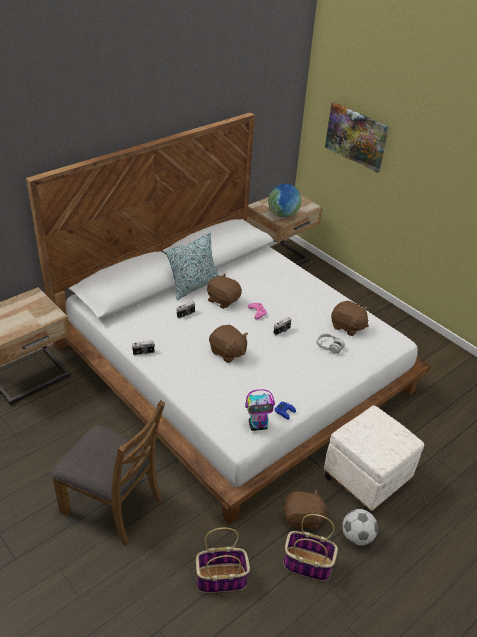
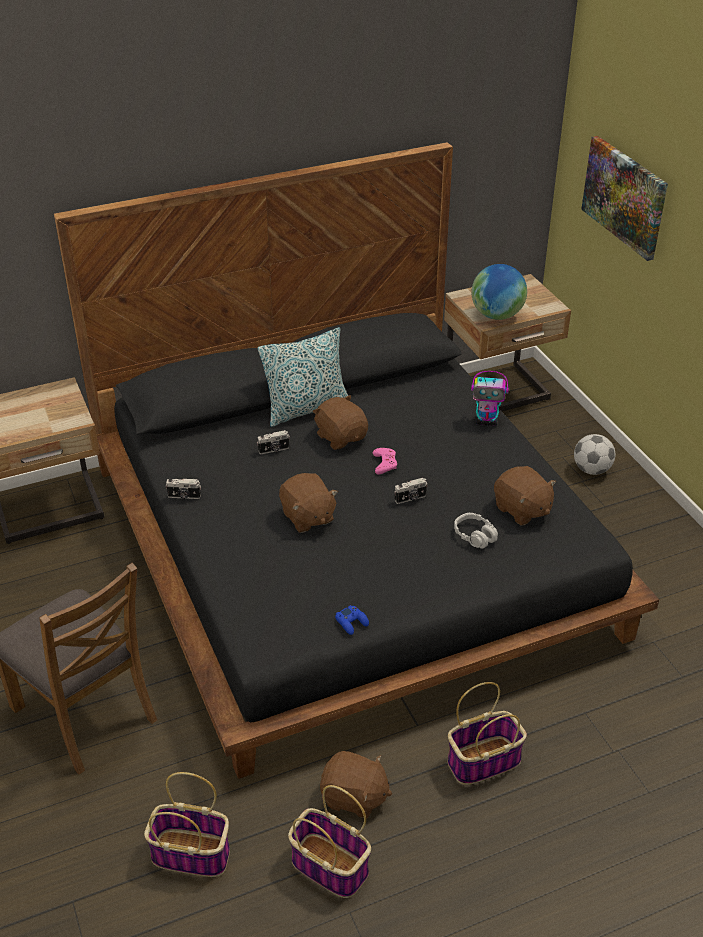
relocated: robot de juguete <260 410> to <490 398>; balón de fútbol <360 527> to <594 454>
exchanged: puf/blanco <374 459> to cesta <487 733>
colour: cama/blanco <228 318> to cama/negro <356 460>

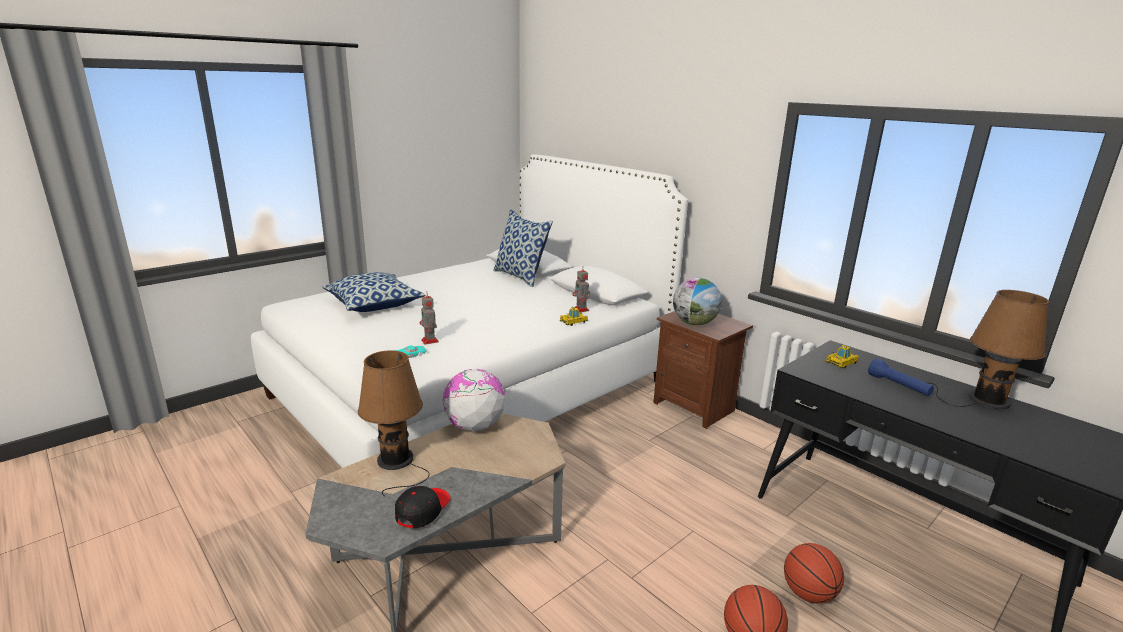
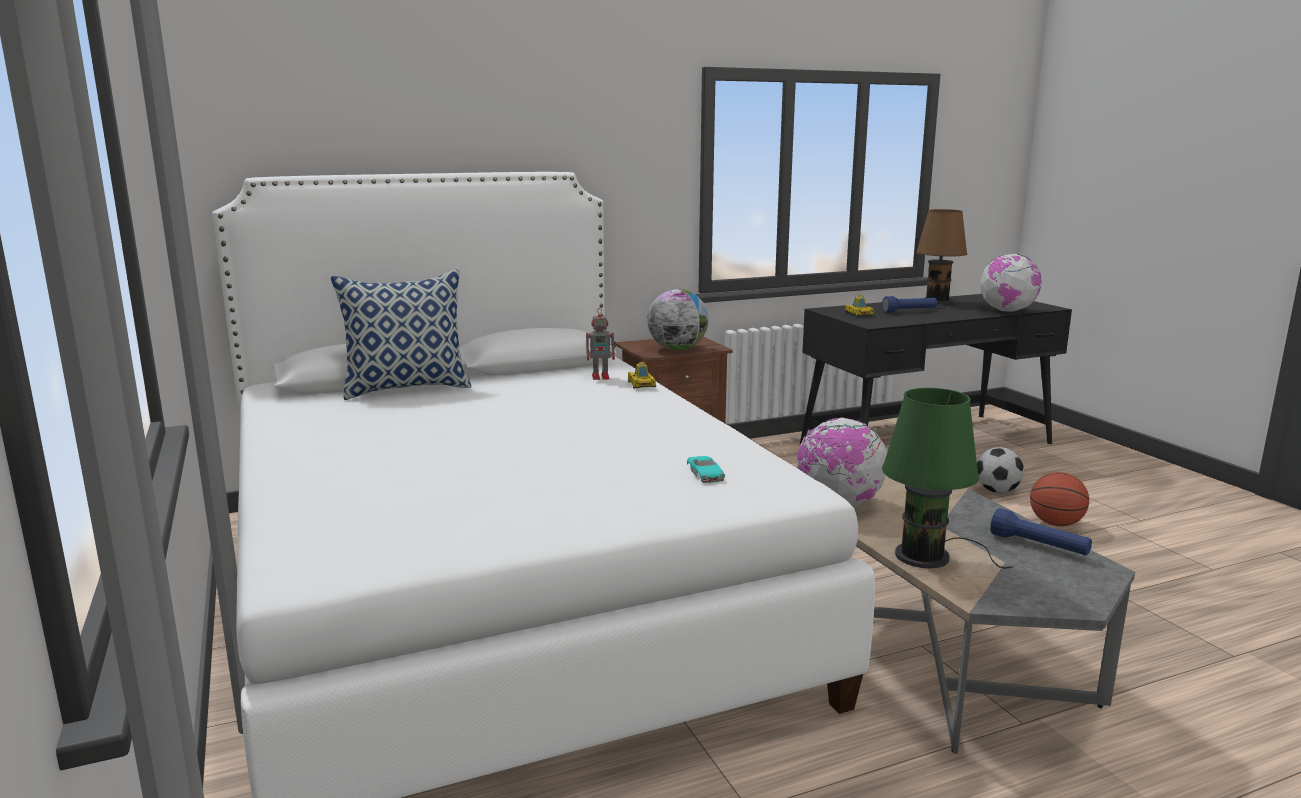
missing: cojín <373 292>; robot de juguete <429 318>
appeared: globo terráqueo <1011 283>
exchanged: gorra/negro <422 507> to linterna/azul <1041 531>; balón de baloncesto <814 573> to balón de fútbol <1000 470>
colour: lámpara de mesa/marrón <394 423> to lámpara de mesa/verde <947 478>

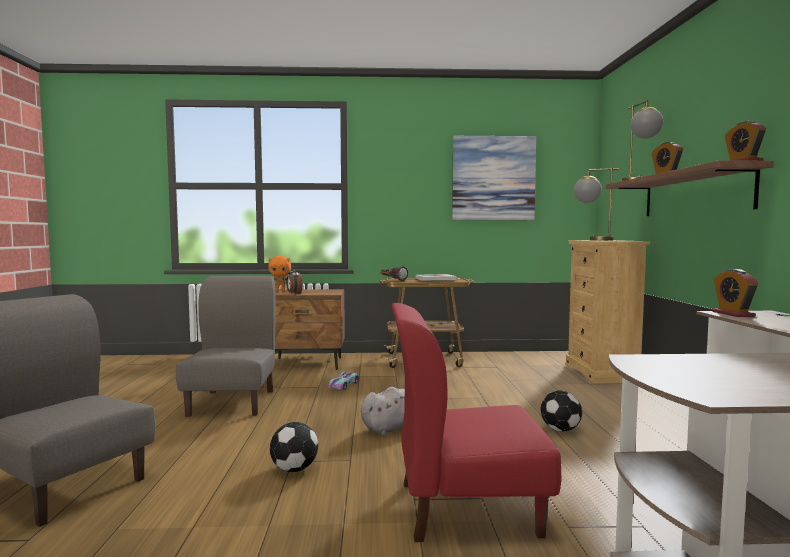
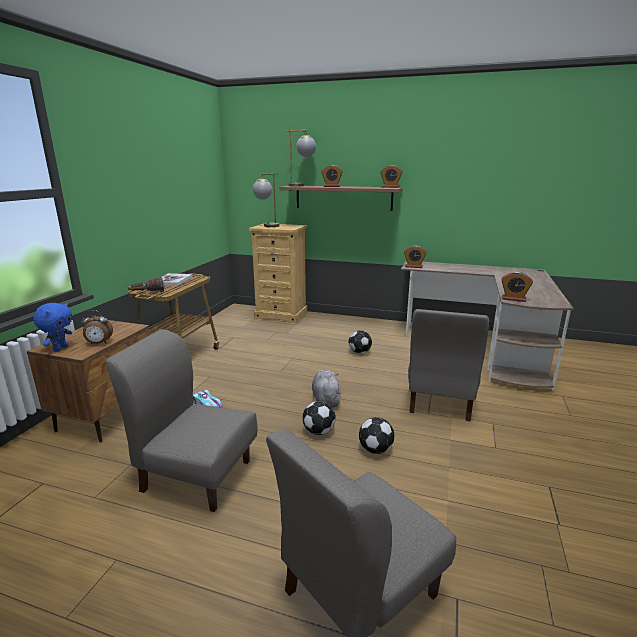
missing: cuadro <494 178>
appeared: balón de fútbol <319 418>; despertador <517 287>
colour: peluche/naranja <279 274> to peluche/azul <53 327>; silla/rojo <476 422> to silla/gris <448 365>

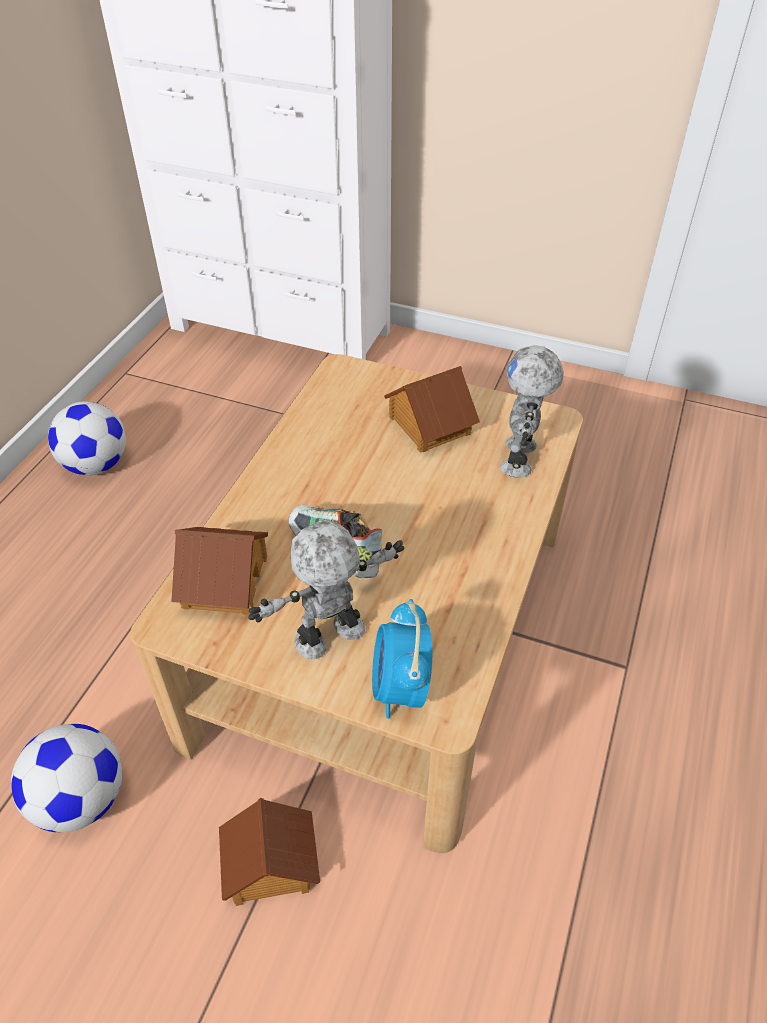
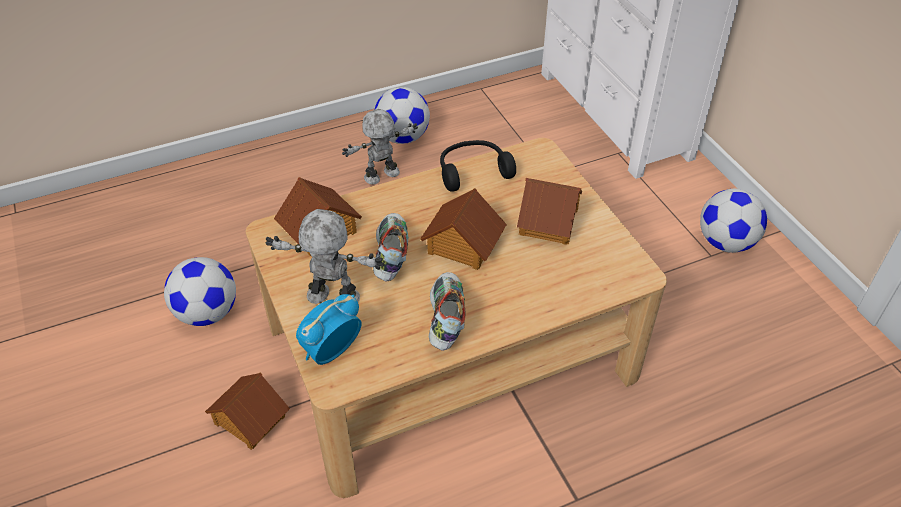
appeared: casita <463 229>; zapato <447 311>; auriculares/negro <478 166>; balón de fútbol <733 221>
relocated: robot de juguete <532 411> to <380 147>

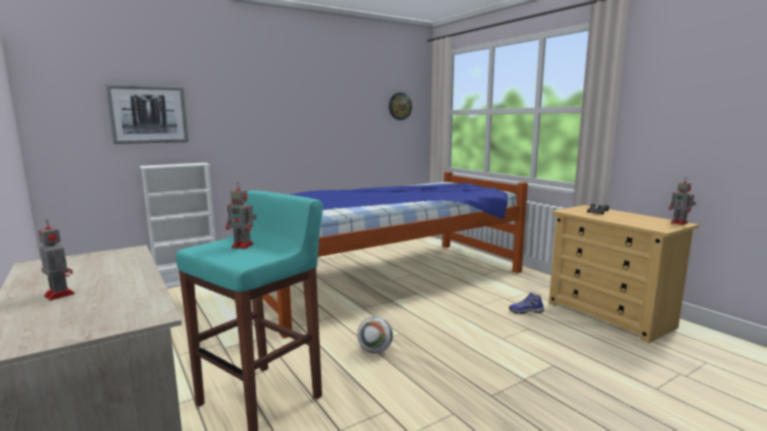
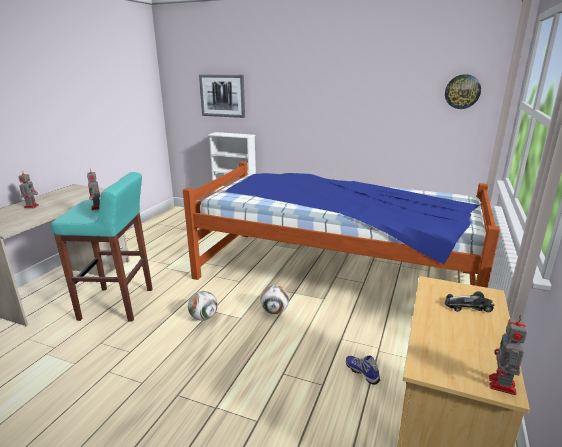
appeared: balón de fútbol <274 299>

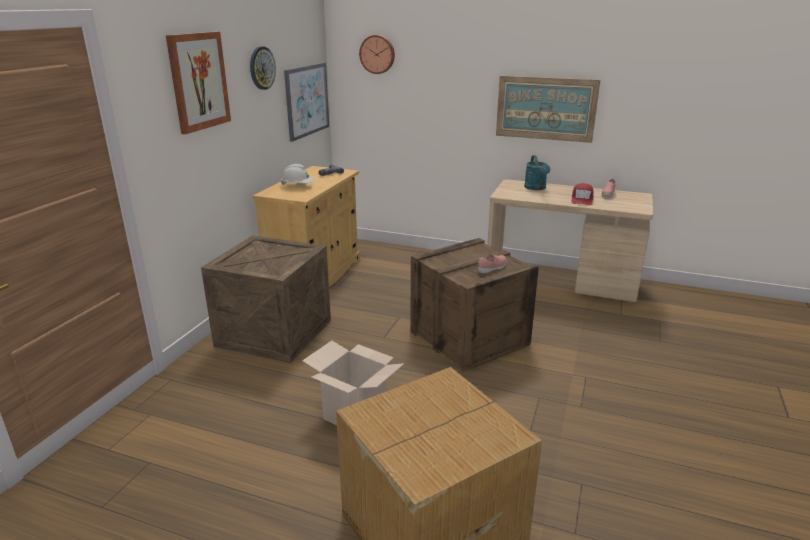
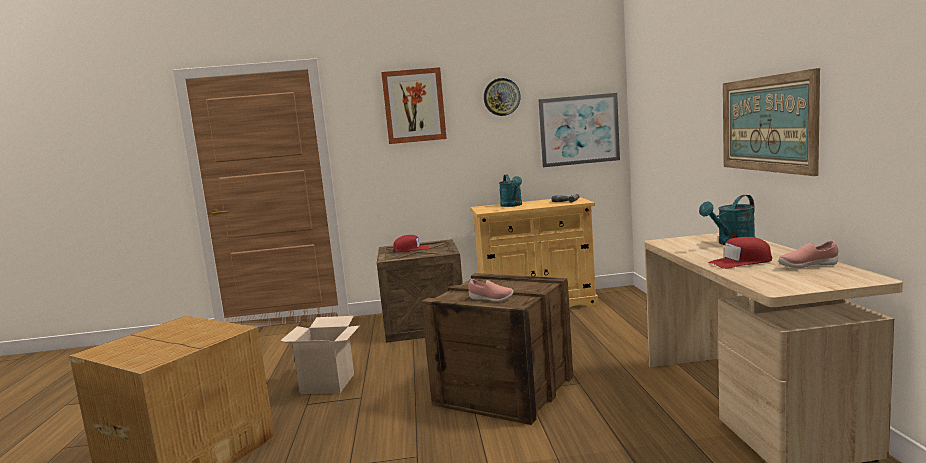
missing: reloj de pared <377 54>
appeared: gorra/rojo <411 243>
exchanged: casco/blanco <297 174> to regadera/turquesa <510 191>

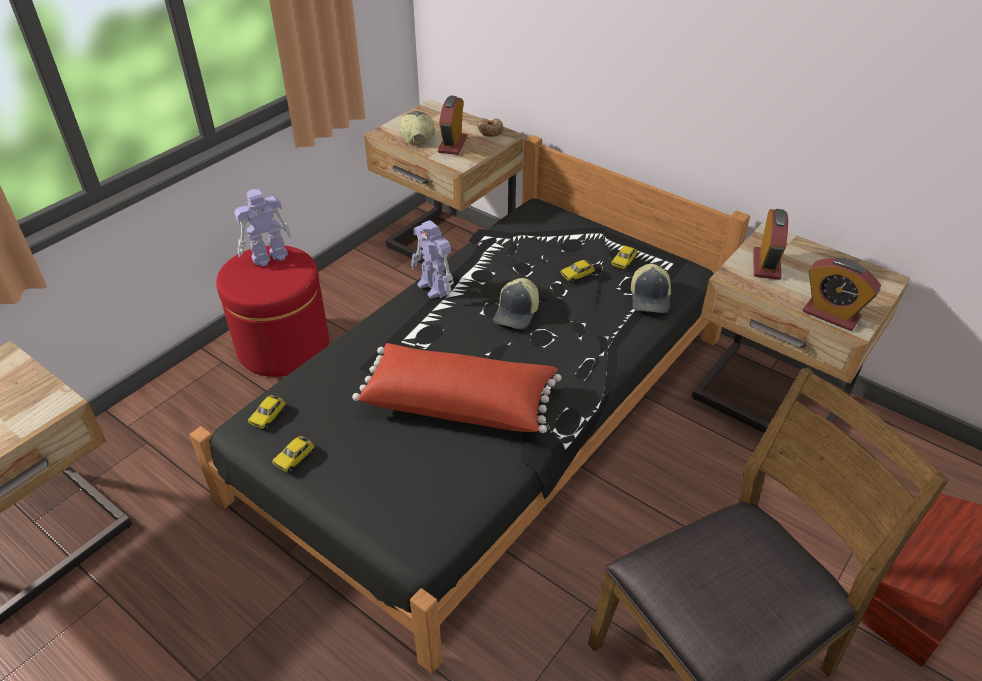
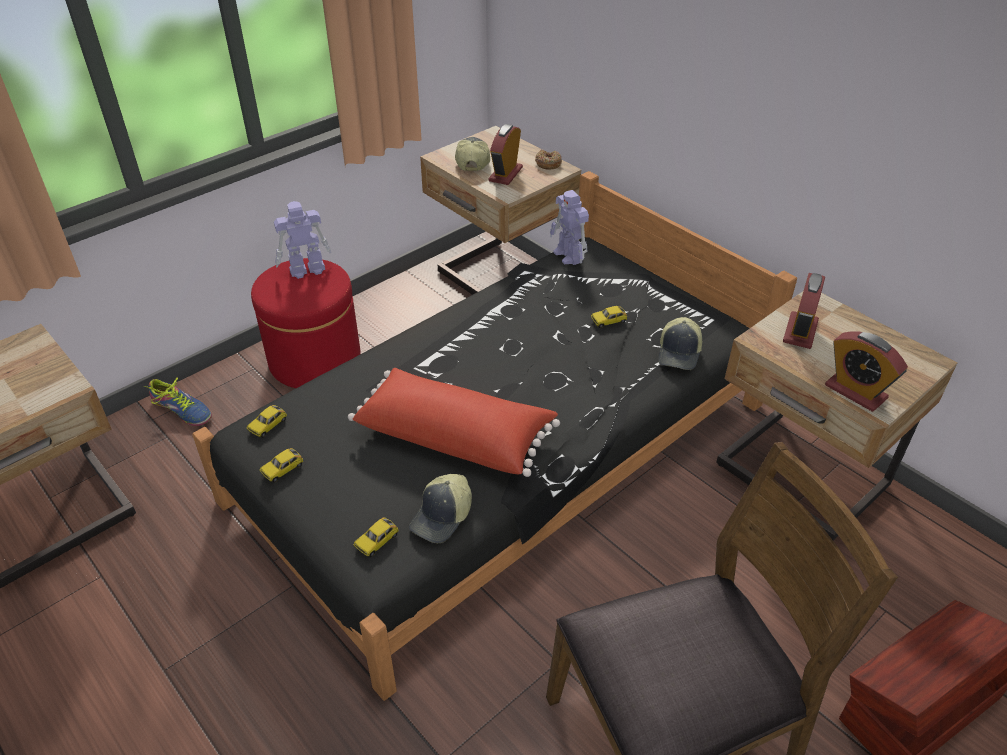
appeared: zapato <178 401>
relocated: robot de juguete <432 259> to <569 227>; gorra <516 303> to <440 508>; coche de juguete <624 258> to <375 537>

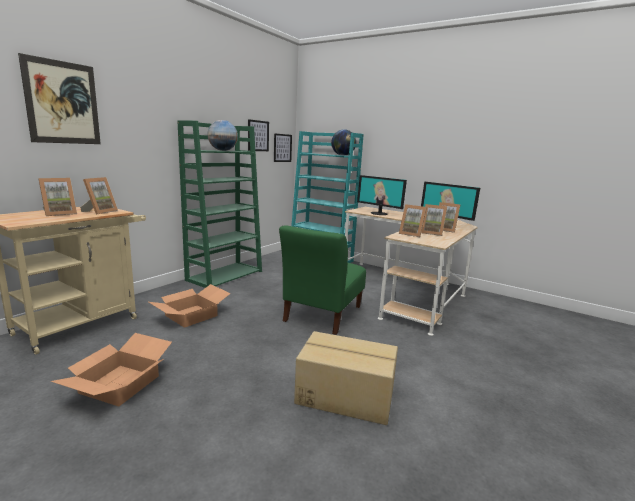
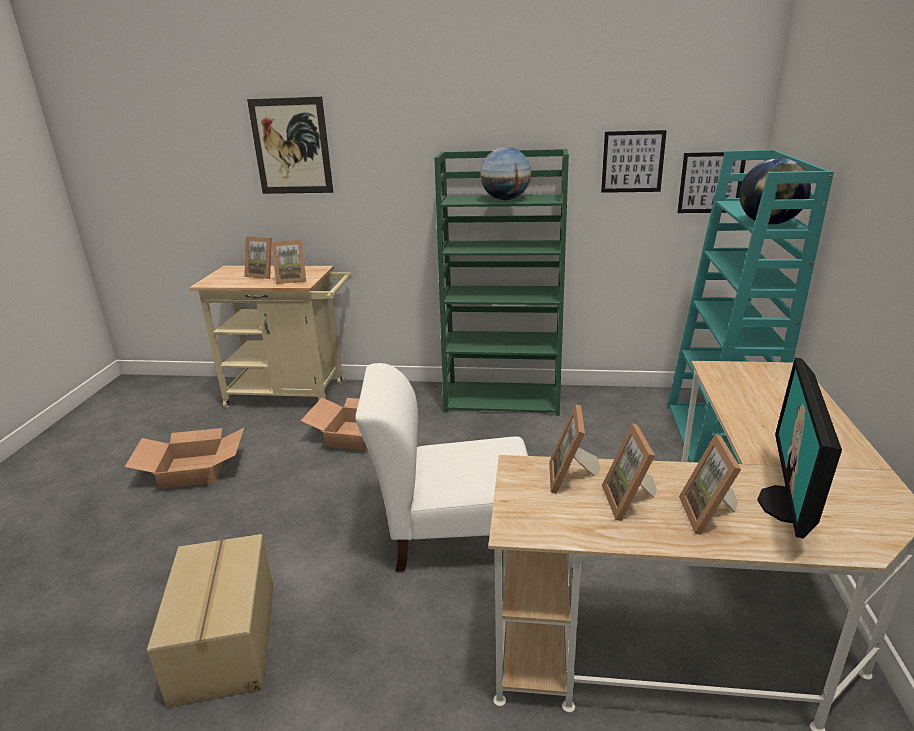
missing: monitor <382 195>
colour: silla/verde <322 280> to silla/blanco <441 467>

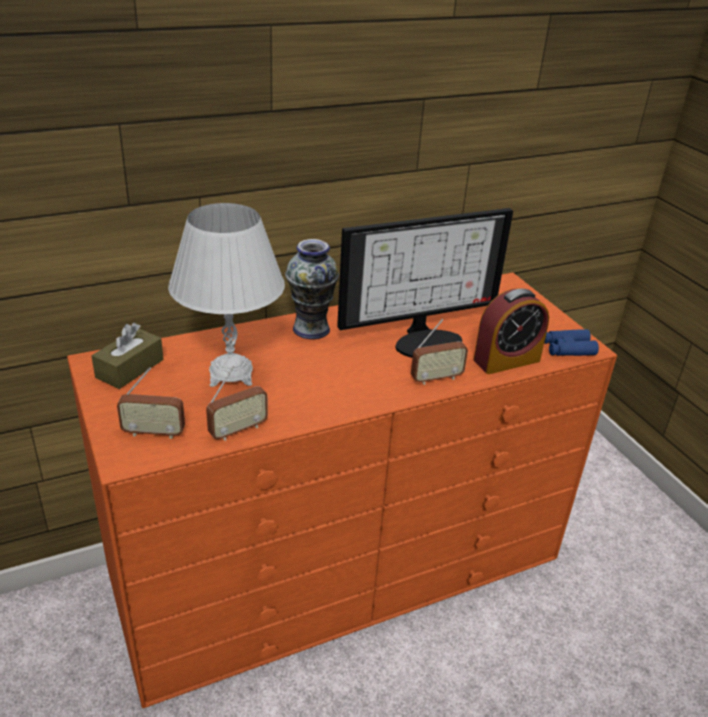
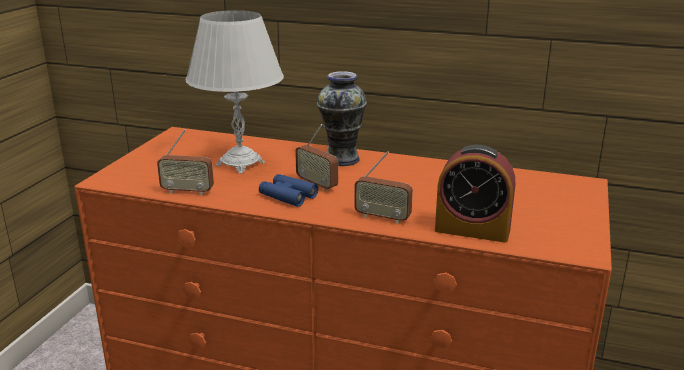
missing: caja de pañuelos/marrón <127 356>; monitor <425 283>
relocated: radio <151 403> to <316 157>; prismáticos/azul <571 342> to <288 190>

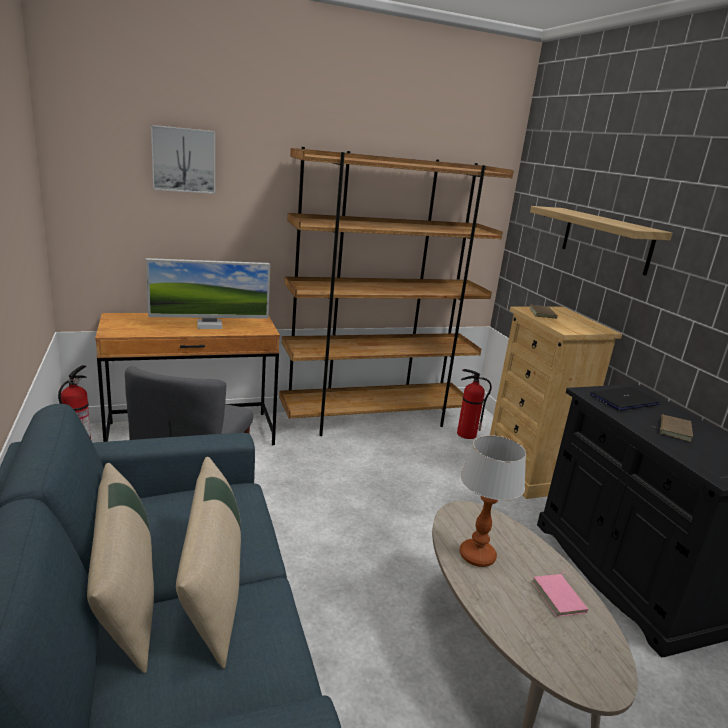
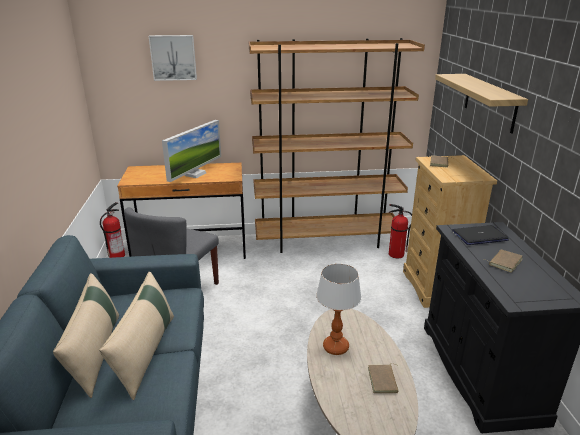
colour: libro/rosa <561 594> to libro/marrón <383 378>
spun: monitor <208 293> = <191 151> 60 degrees counterclockwise

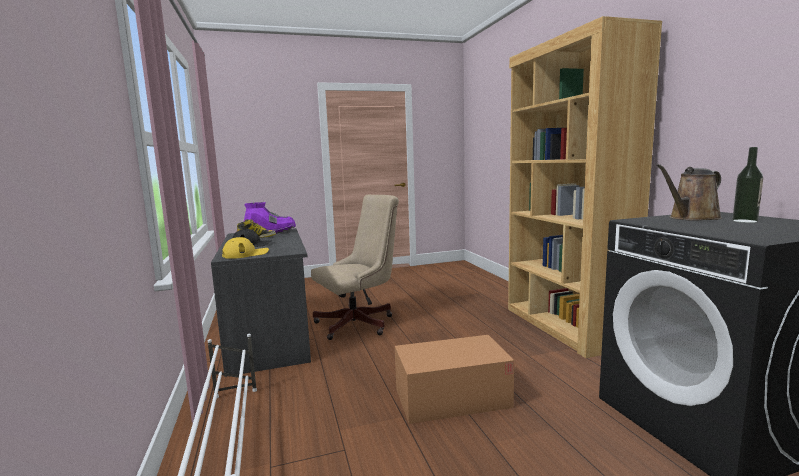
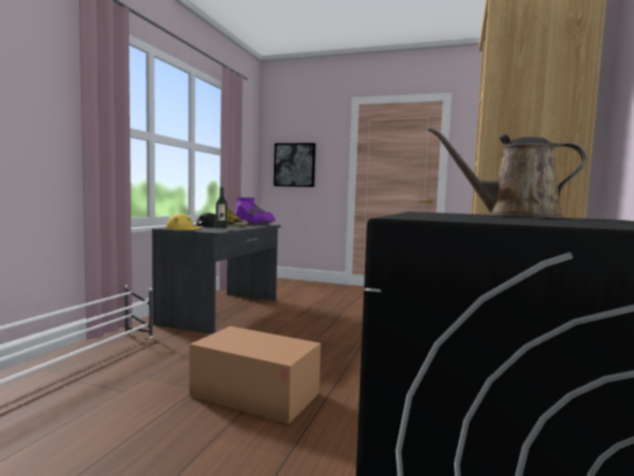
missing: silla de oficina/beis <355 267>
appeared: cuadro <295 165>
relocated: botella <747 185> to <222 208>

